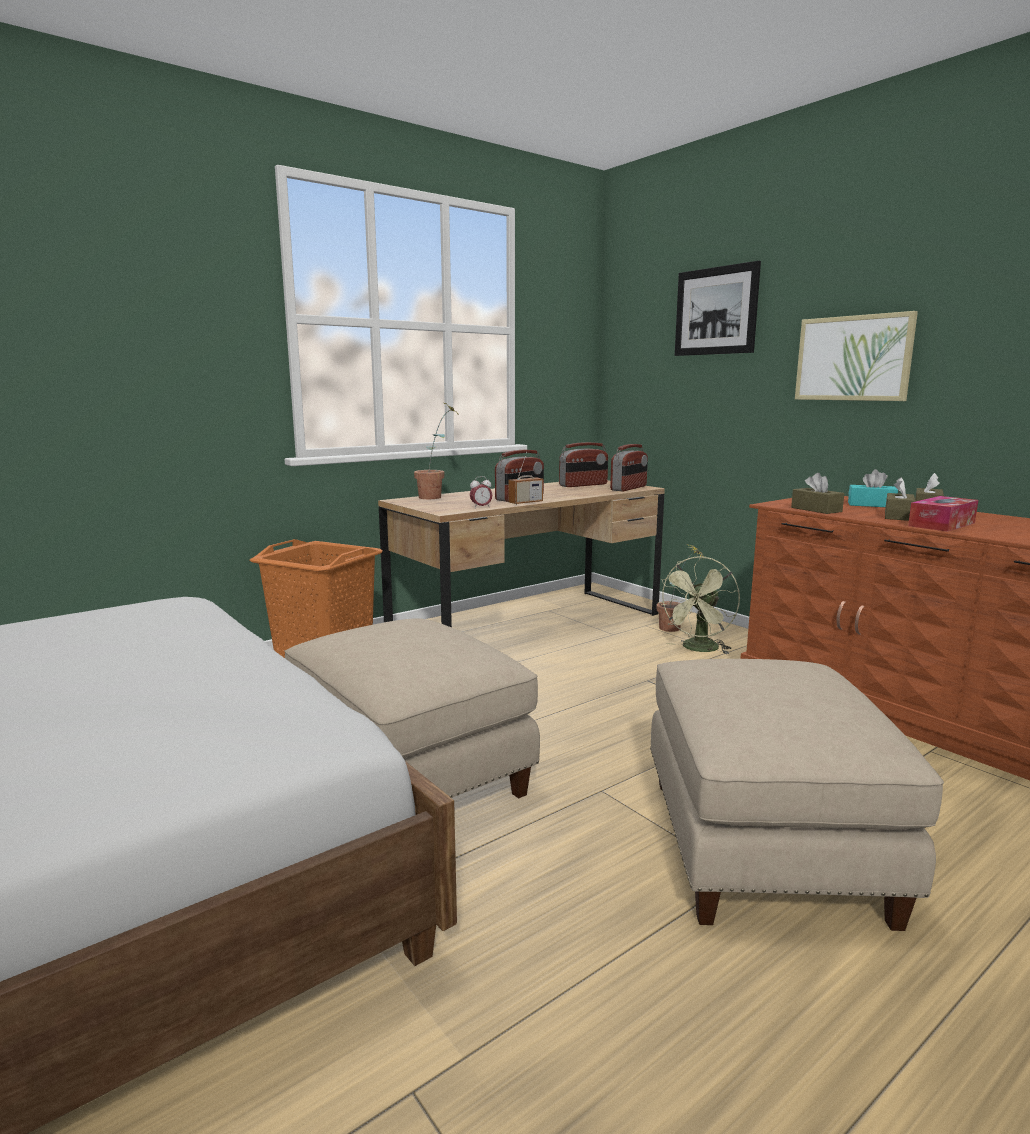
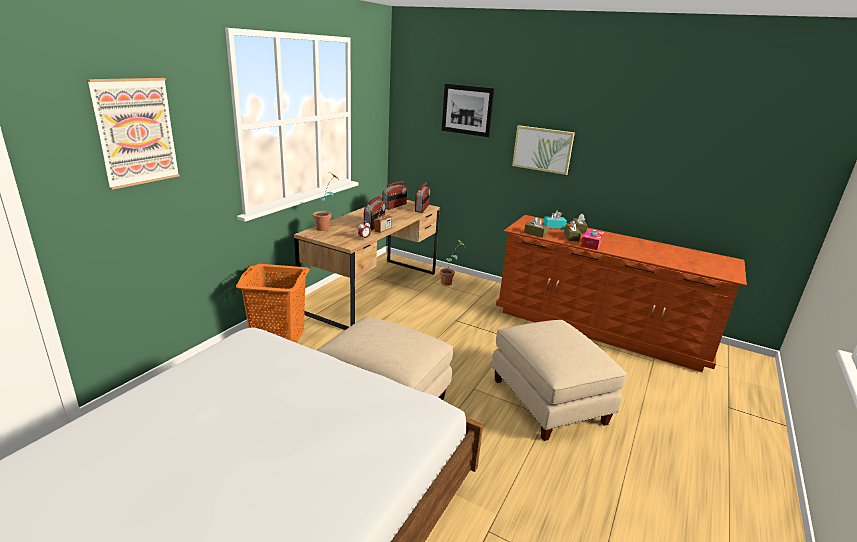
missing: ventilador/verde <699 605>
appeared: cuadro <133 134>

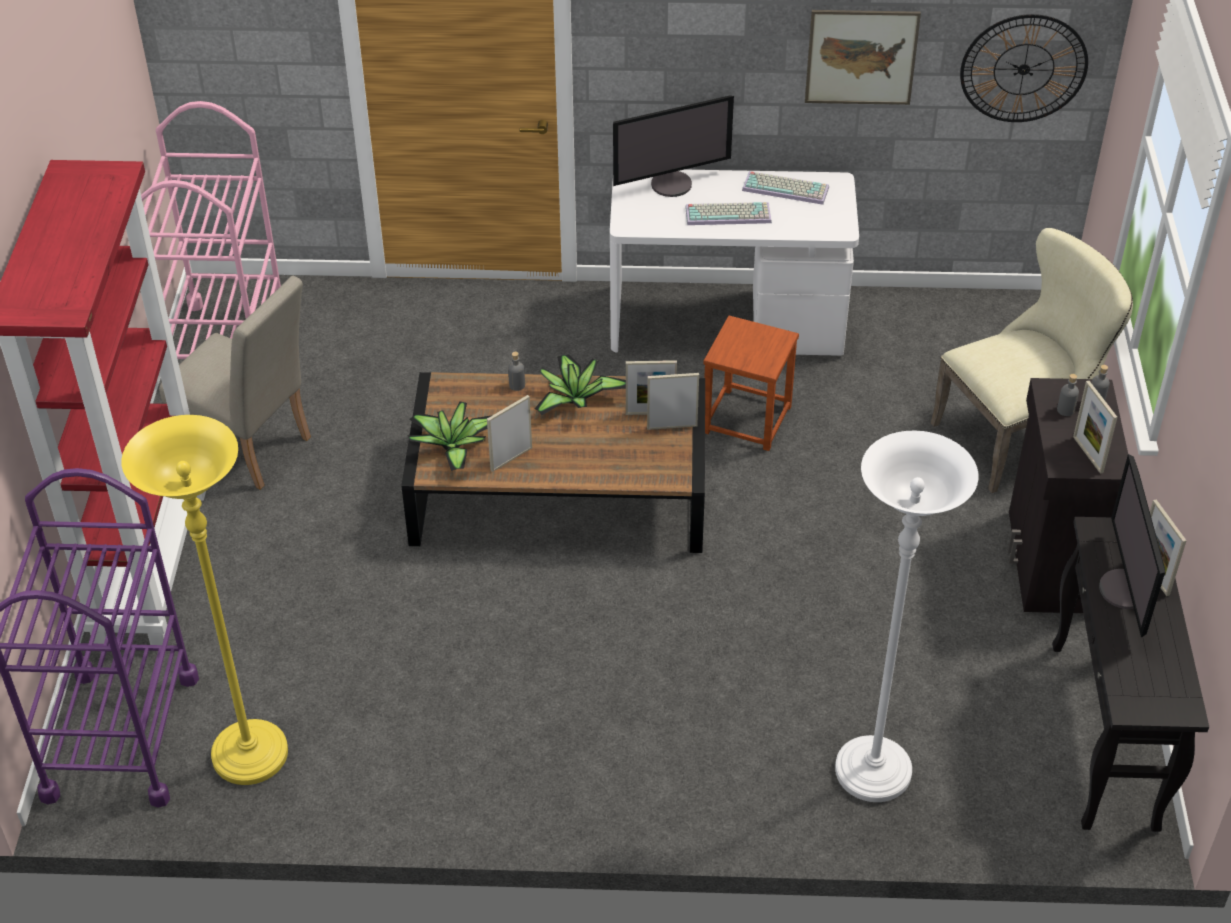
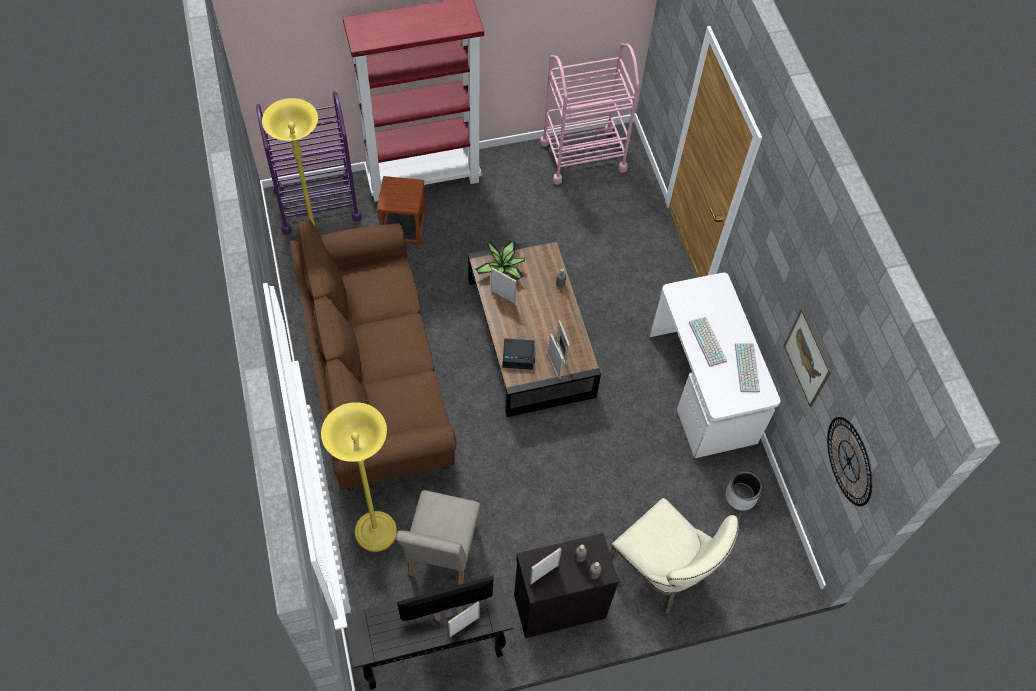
missing: planta en maceta <580 385>; monitor <673 146>
appeared: sofá/marrón <373 354>; despertador <518 354>; maceta/gris <744 491>
relocated: silla/beis <235 383> to <438 537>; taburete/marrón <751 383> to <401 210>
colour: lámpara de pie/blanco <907 616> to lámpara de pie/amarillo <359 477>

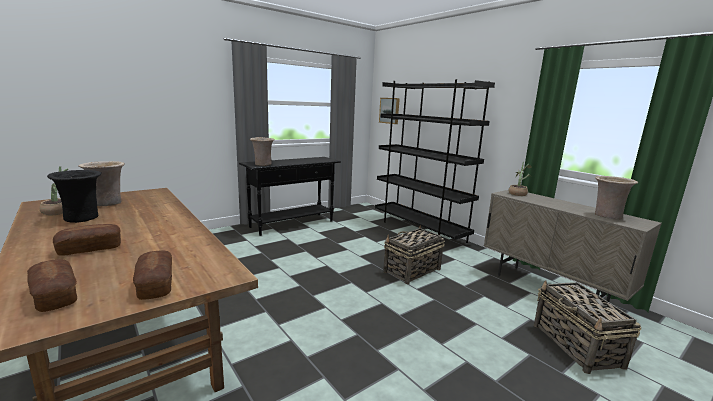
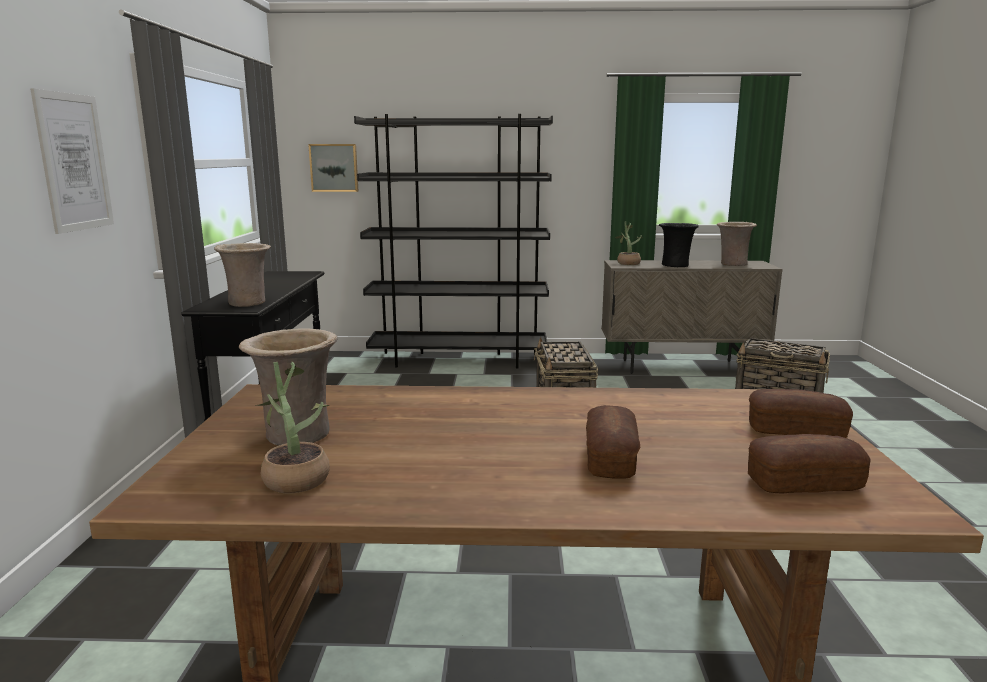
appeared: cuadro <72 161>
relocated: florero/negro <74 196> to <679 245>

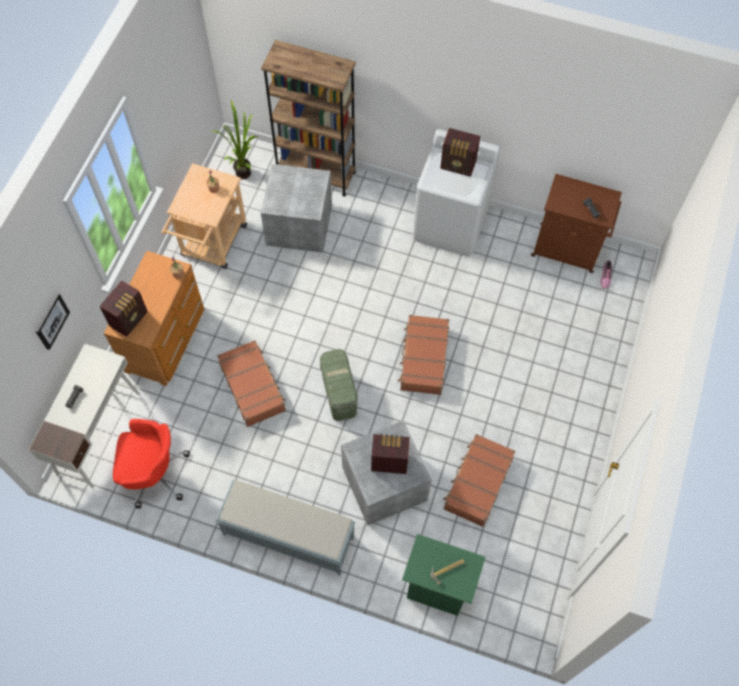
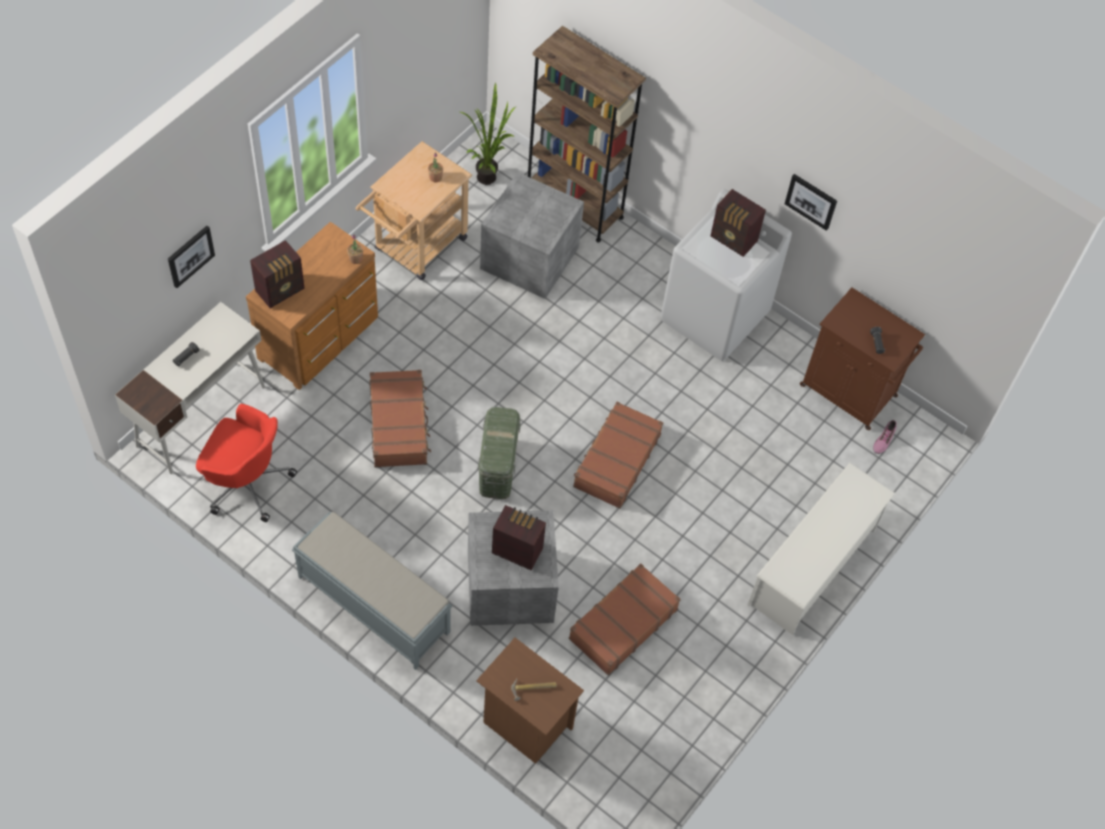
appeared: zapatero/blanco <821 549>; cuadro <811 202>
colour: mesita de noche/verde <443 575> to mesita de noche/marrón <530 701>

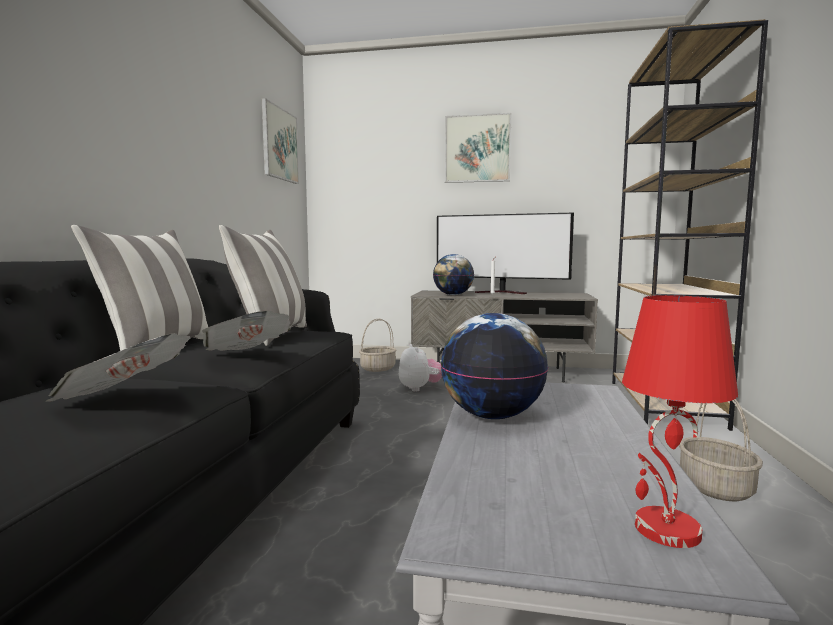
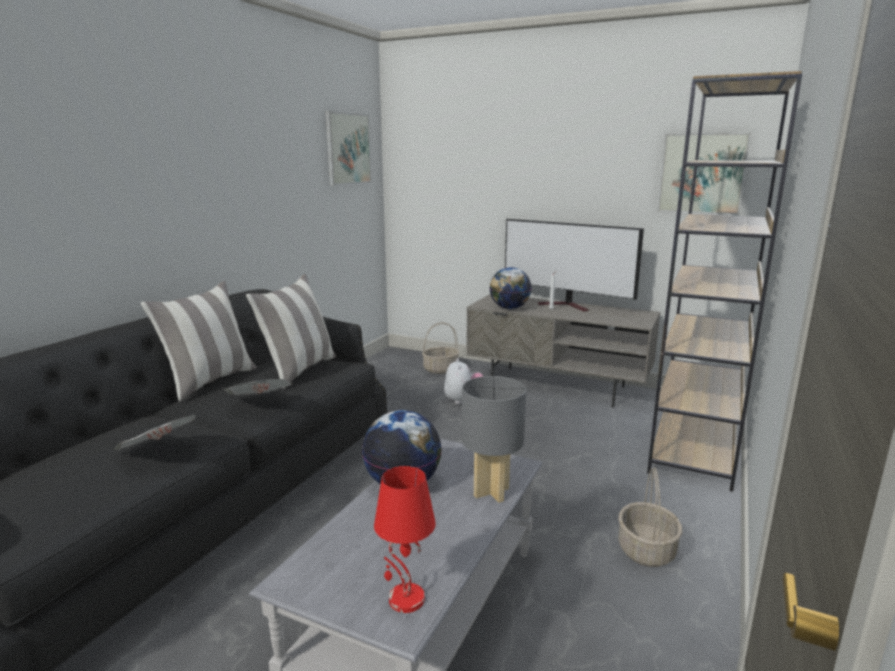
appeared: lámpara de mesa/gris <494 439>
relocated: cuadro <478 148> to <704 174>

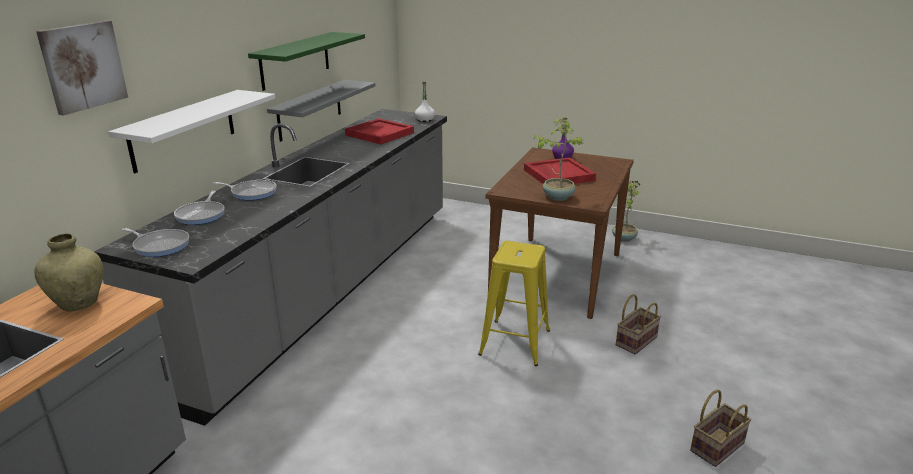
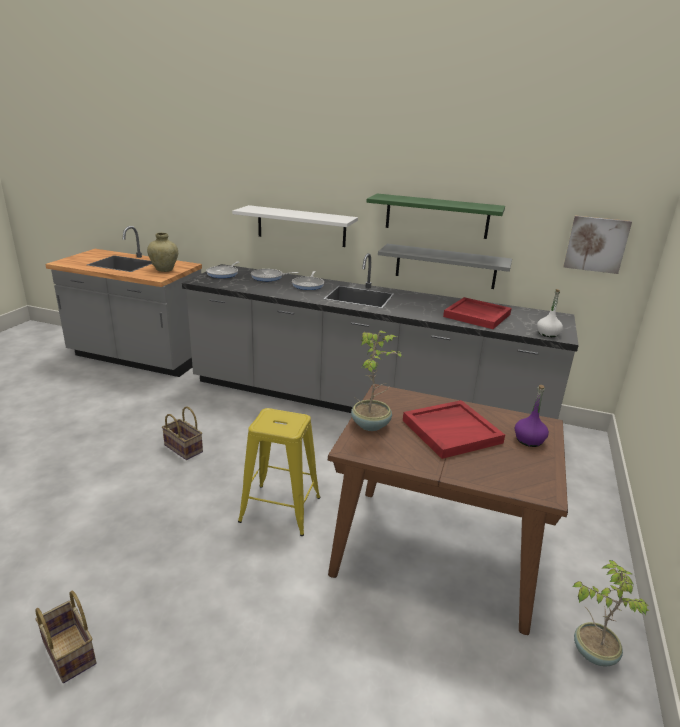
relocated: cuadro <82 68> to <597 245>; cesta <638 324> to <182 433>

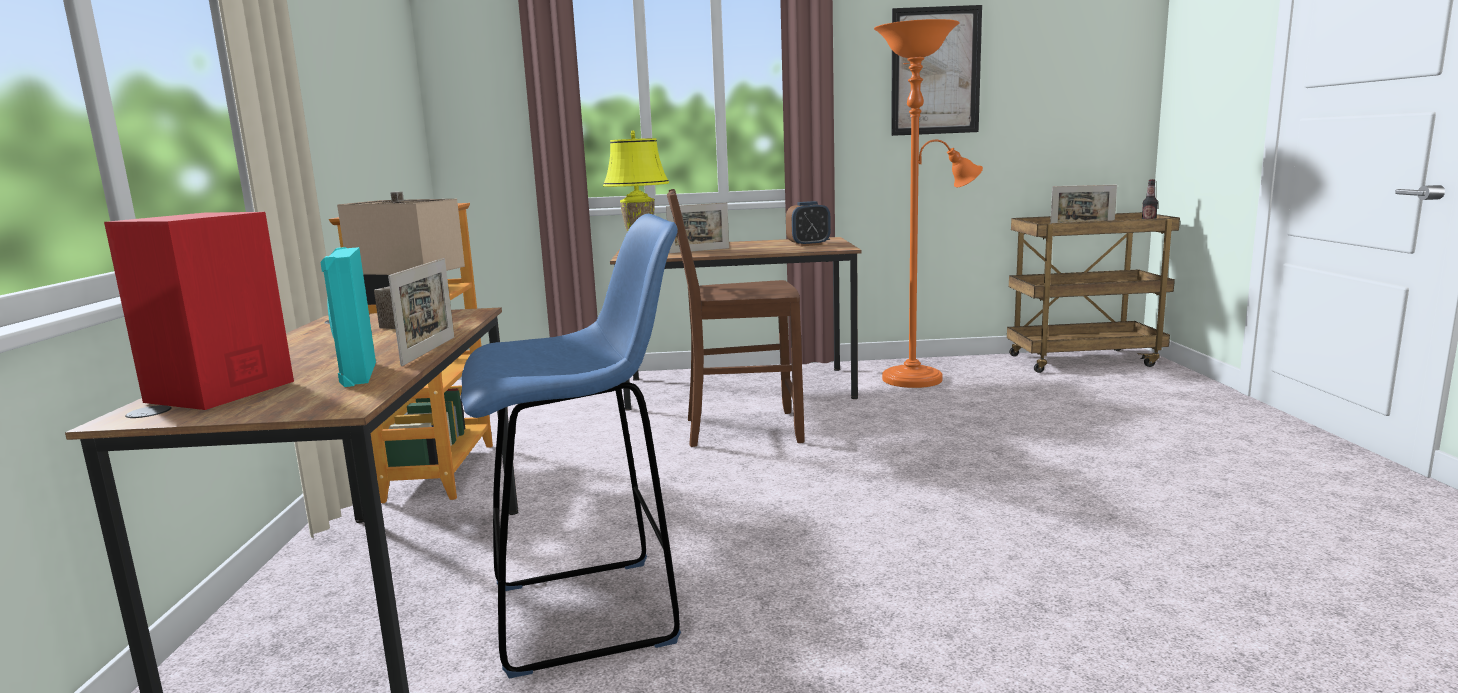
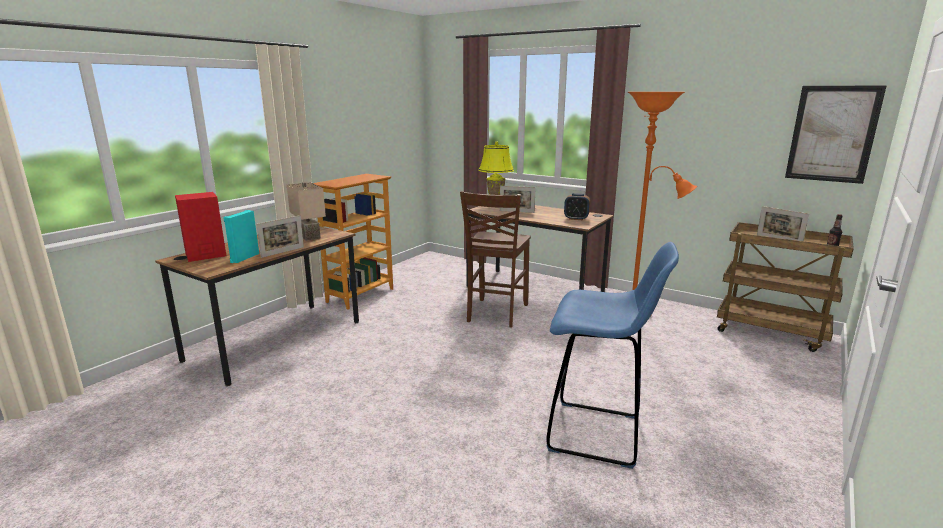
relocated: taburete/azul <571 446> to <612 355>; cuadro <936 70> to <835 135>
spun: silla/marrón <736 318> = <495 259> 105 degrees counterclockwise

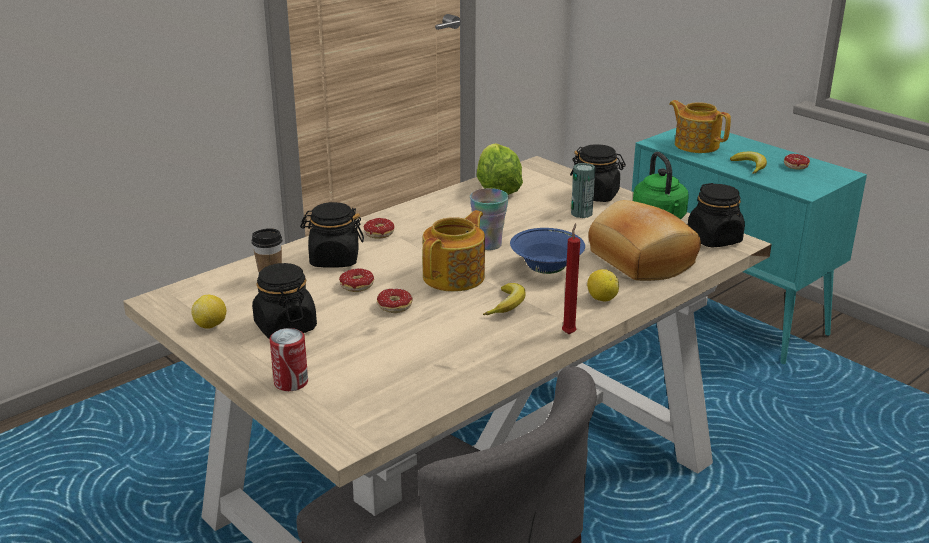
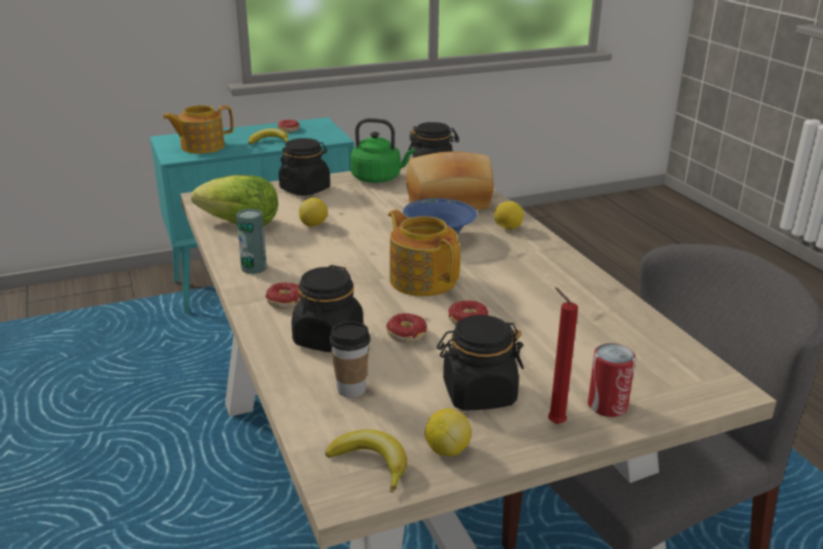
missing: taza <489 219>
appeared: limón <313 212>
relocated: plátano <504 299> to <366 461>; vela/rojo <571 278> to <563 355>; lata <583 190> to <251 241>

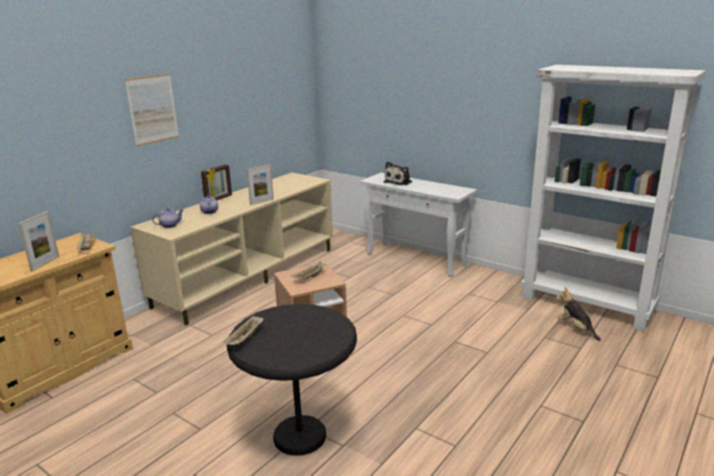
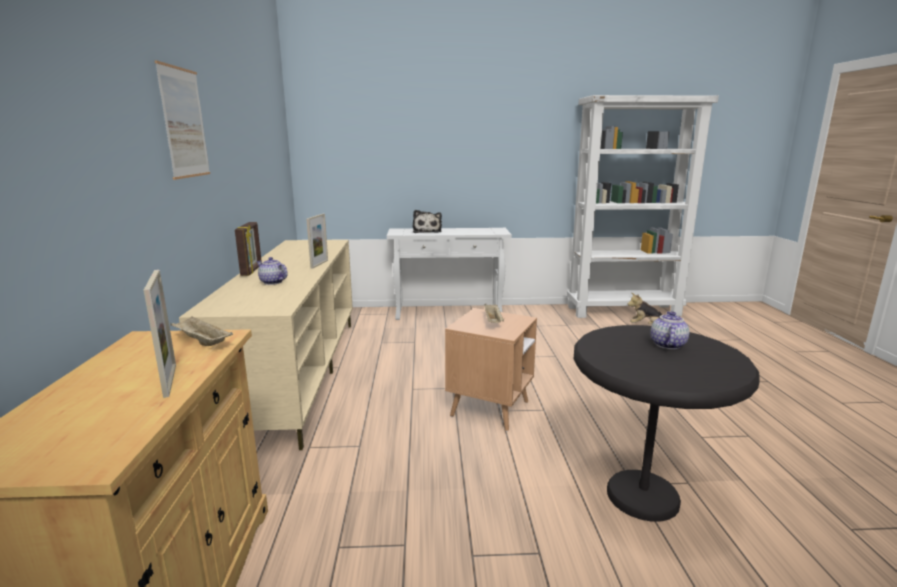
missing: bandeja/beis <243 330>
relocated: tetera <167 218> to <670 330>

